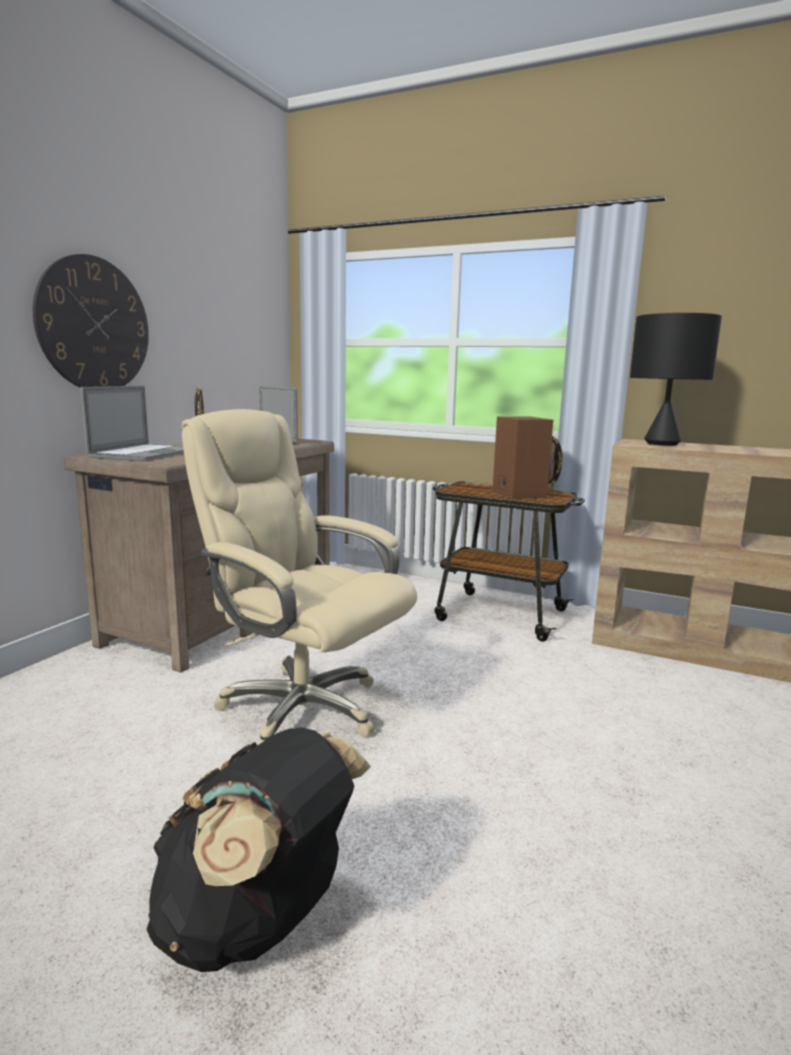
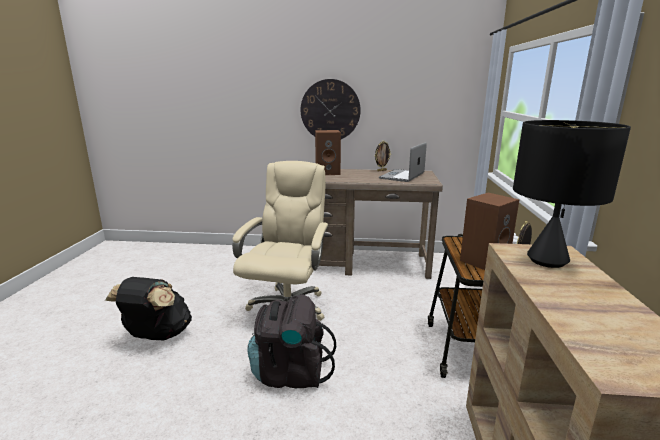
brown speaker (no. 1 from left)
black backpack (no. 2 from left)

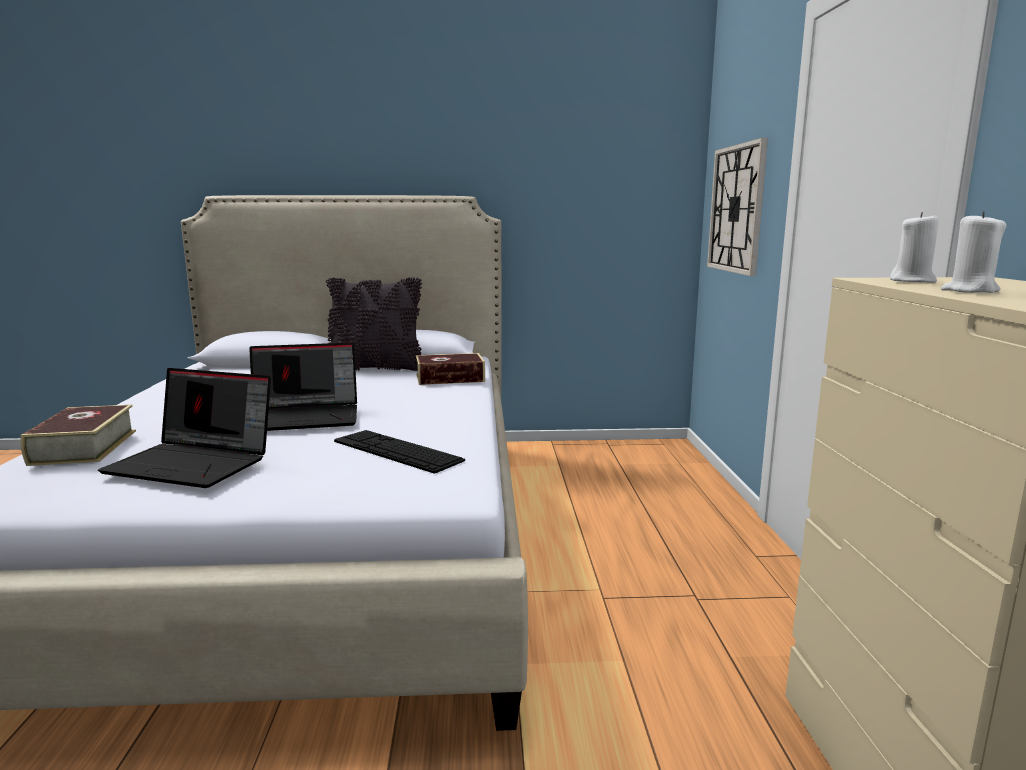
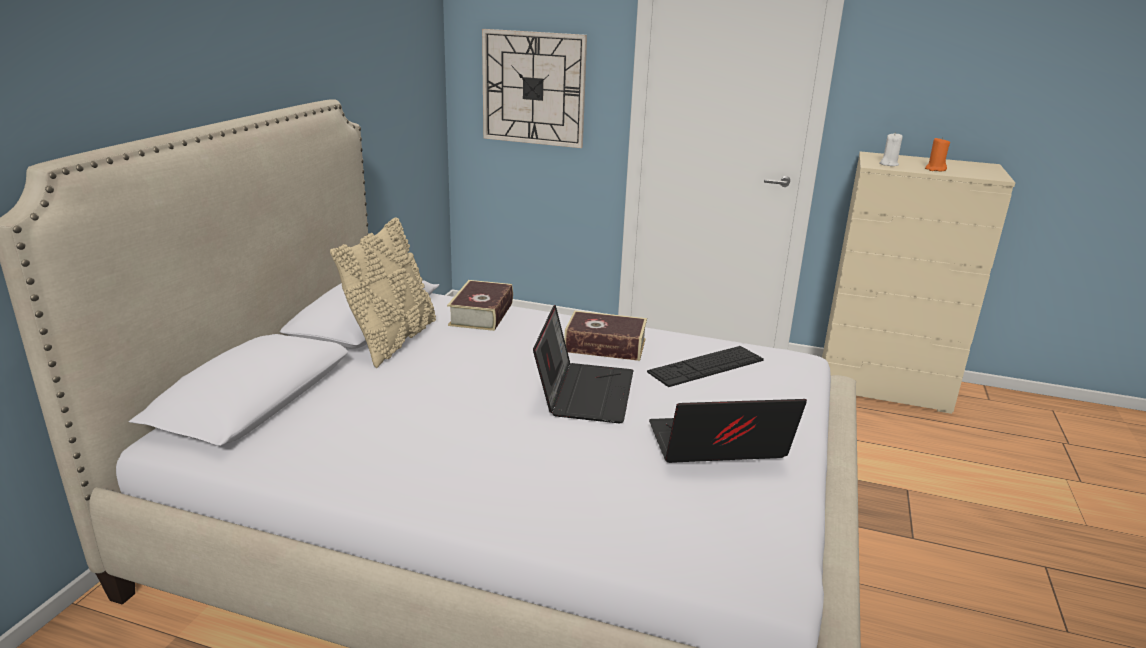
orange candle
beige pillow
laptop (no. 2 from left)
book (no. 2 from left)

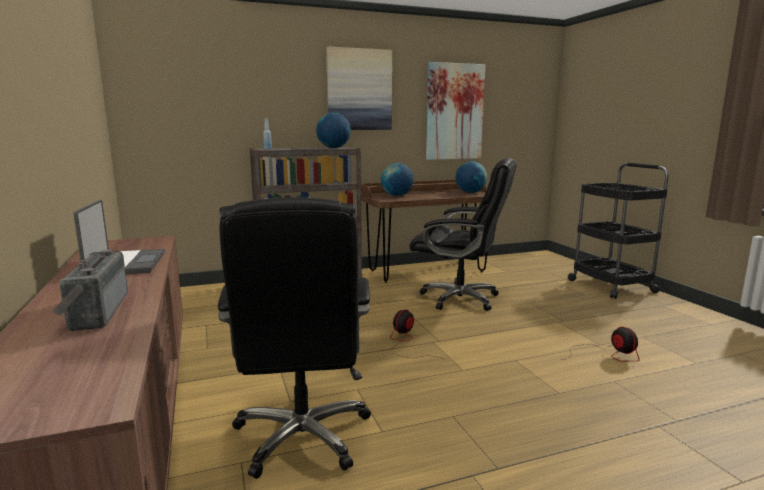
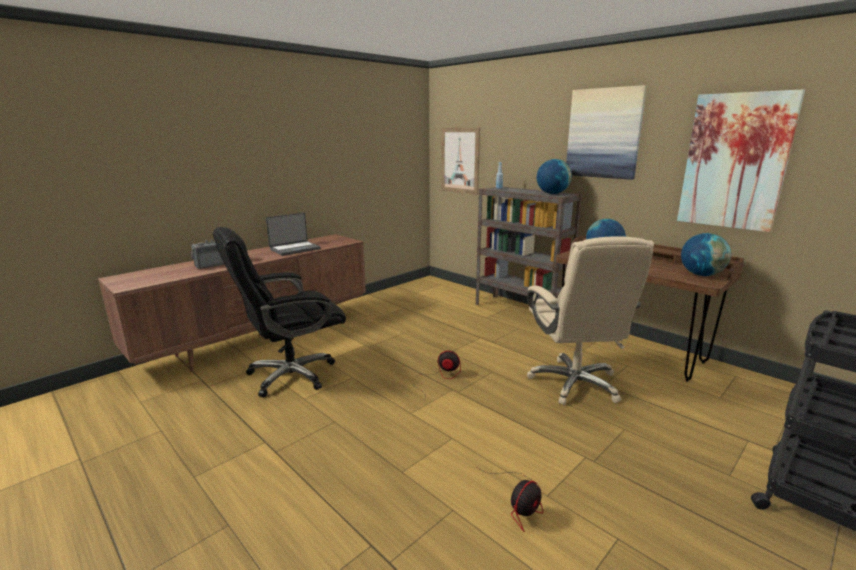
beige office chair
picture (no. 1 from left)

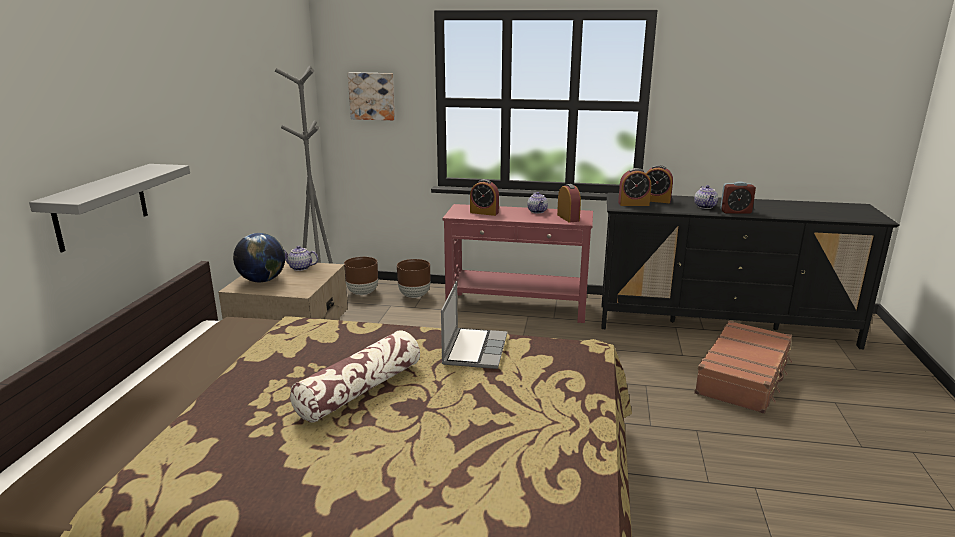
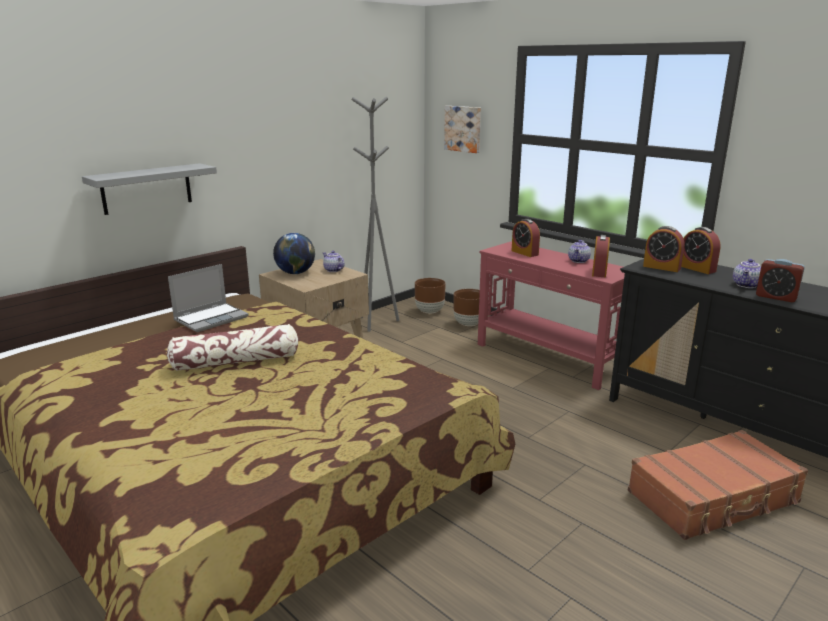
laptop

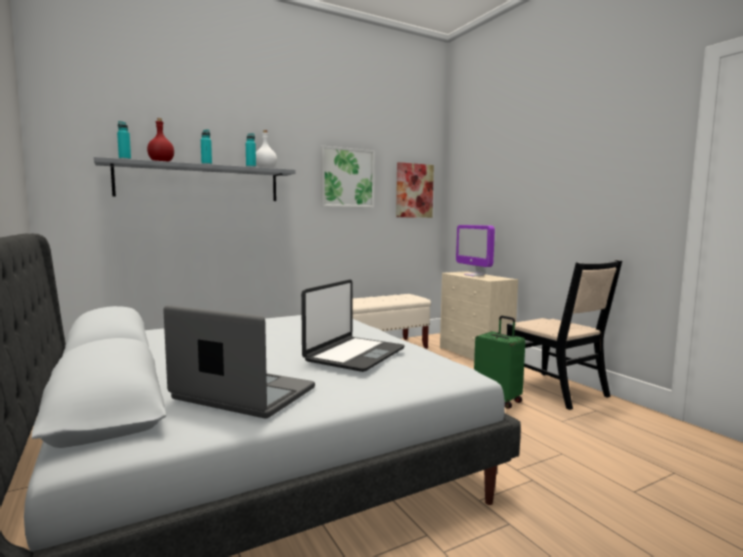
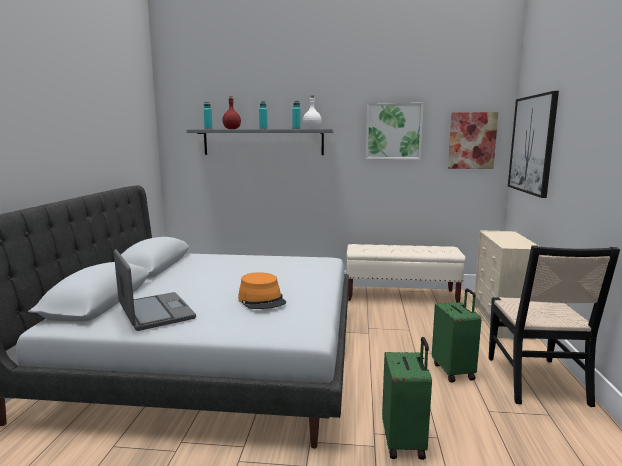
monitor
orange hat
picture (no. 3 from left)
green suitcase (no. 1 from left)

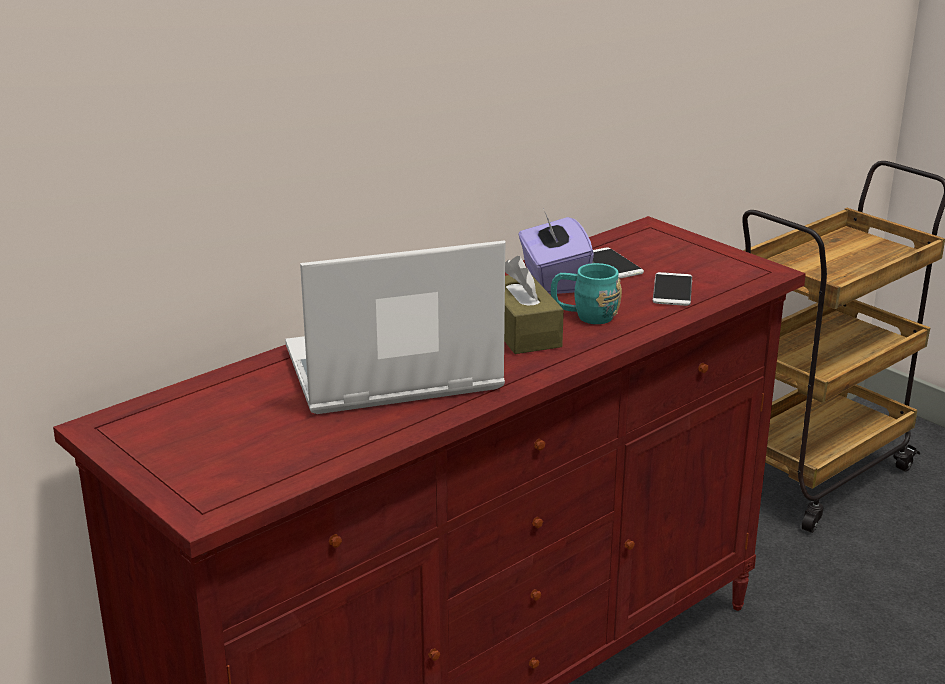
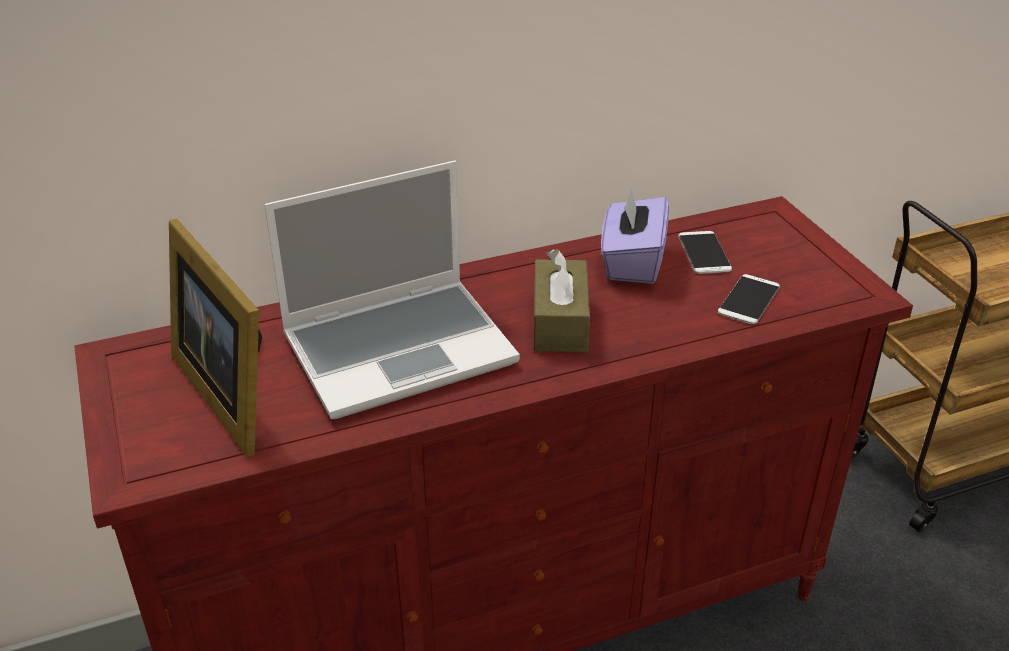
laptop
turquoise mug
picture frame

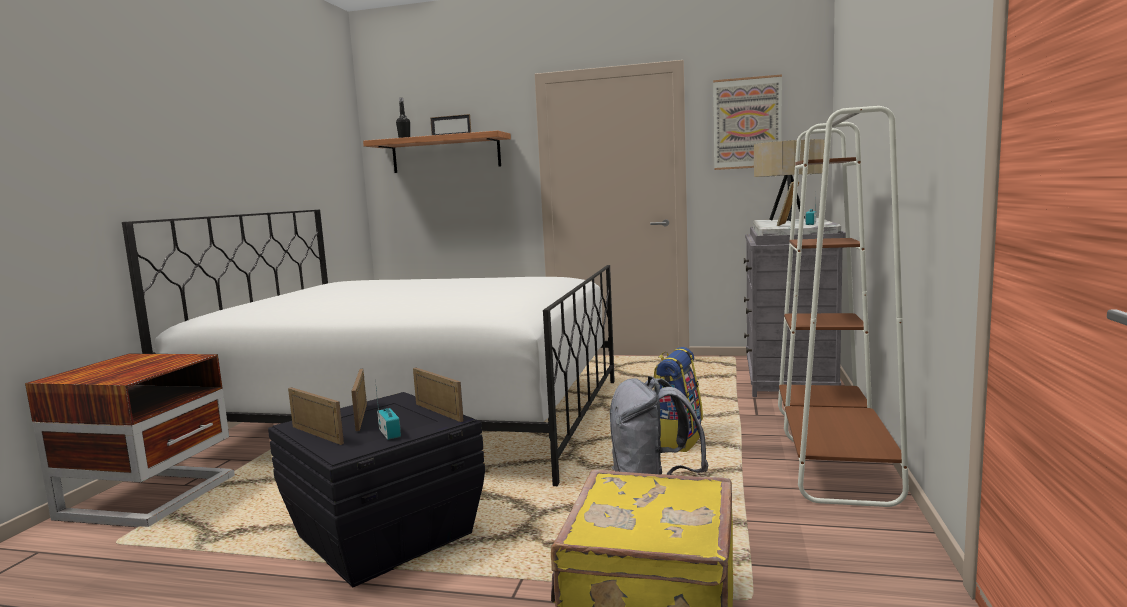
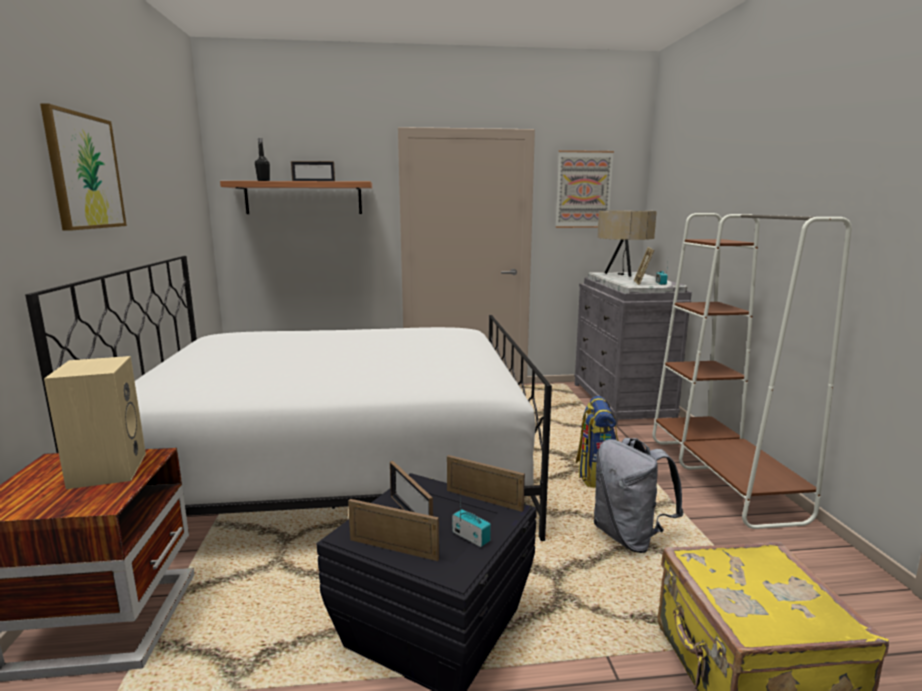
picture (no. 1 from left)
beige speaker

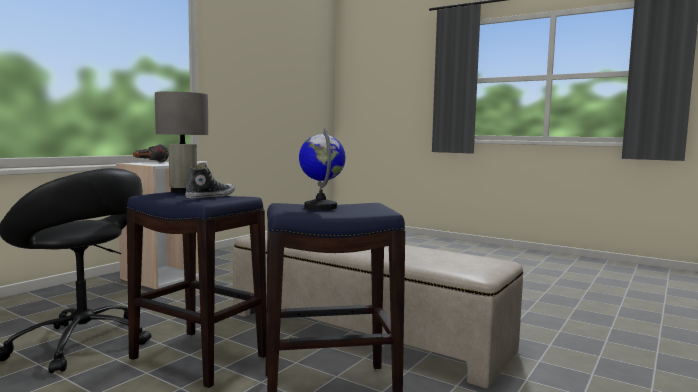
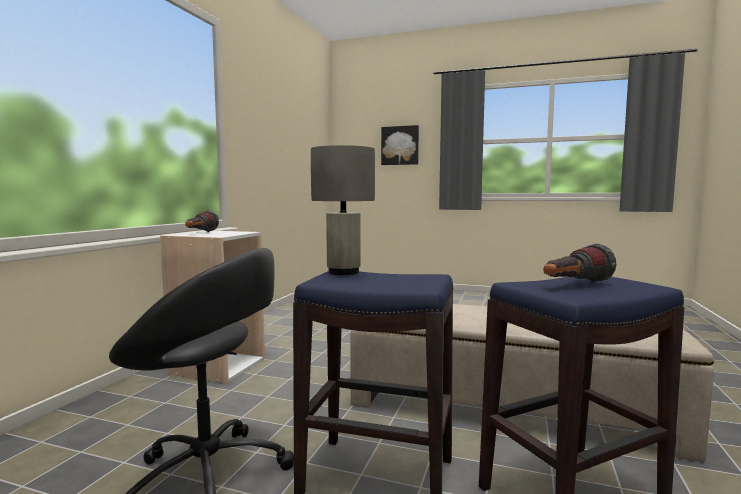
flashlight (no. 2 from left)
shoe
picture

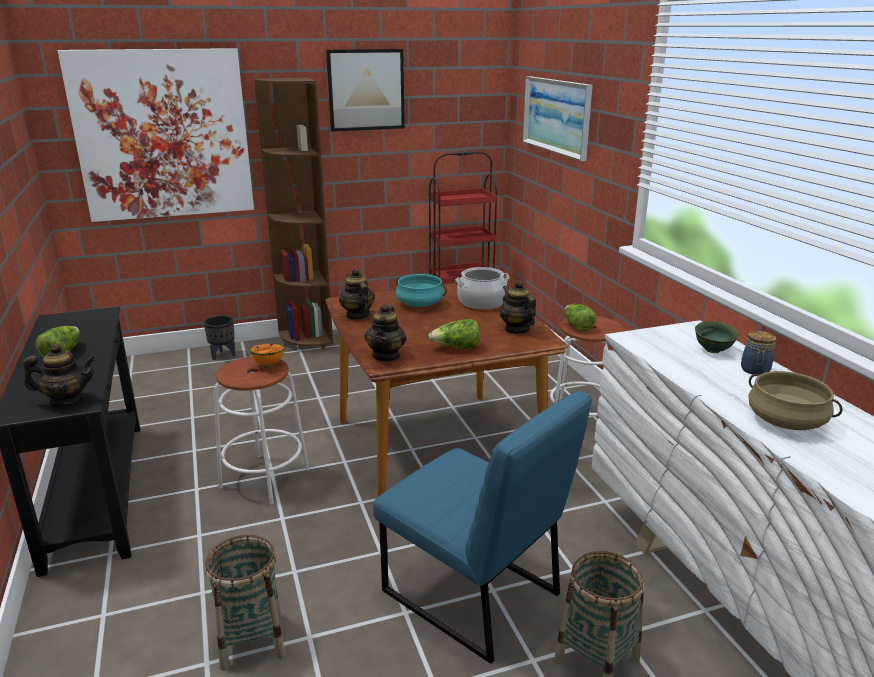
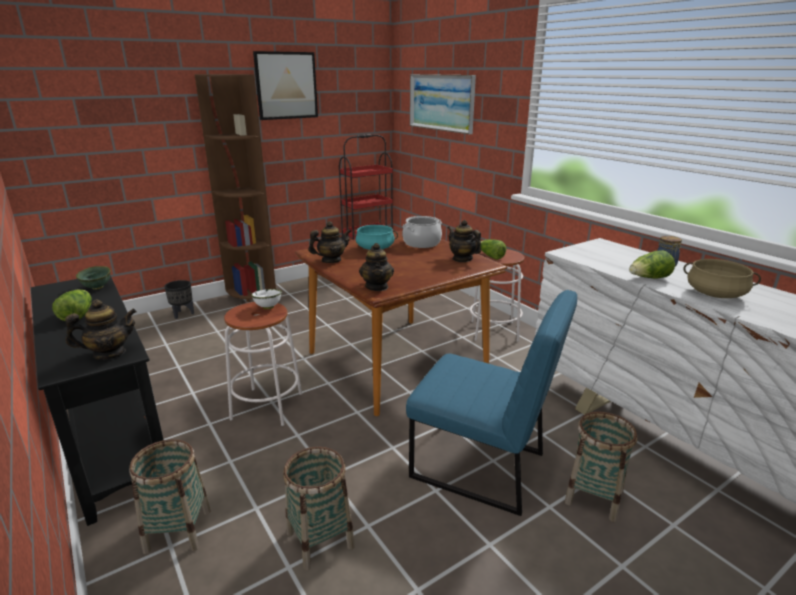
picture (no. 1 from left in the first image)
teapot (no. 2 from left)
lettuce (no. 3 from left)
green bowl
white bowl
basket (no. 1 from left)

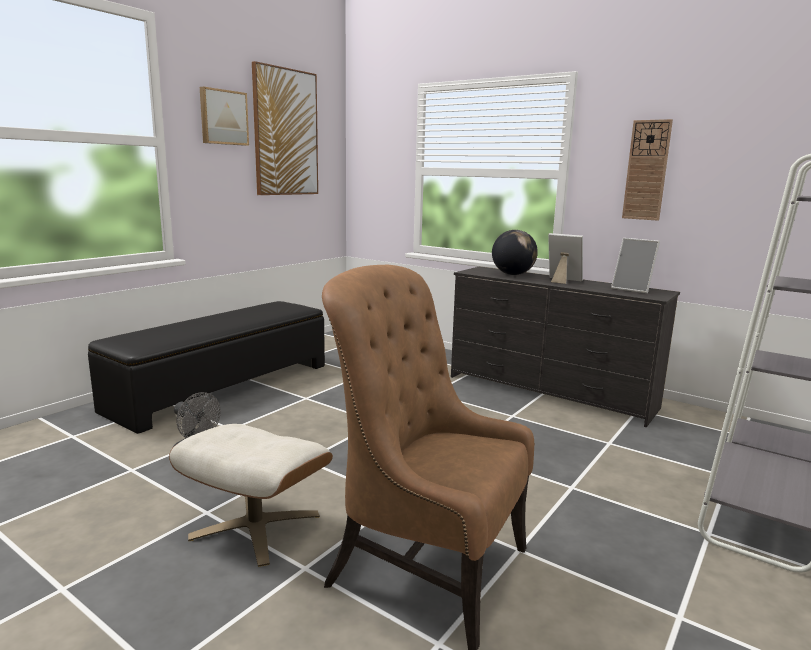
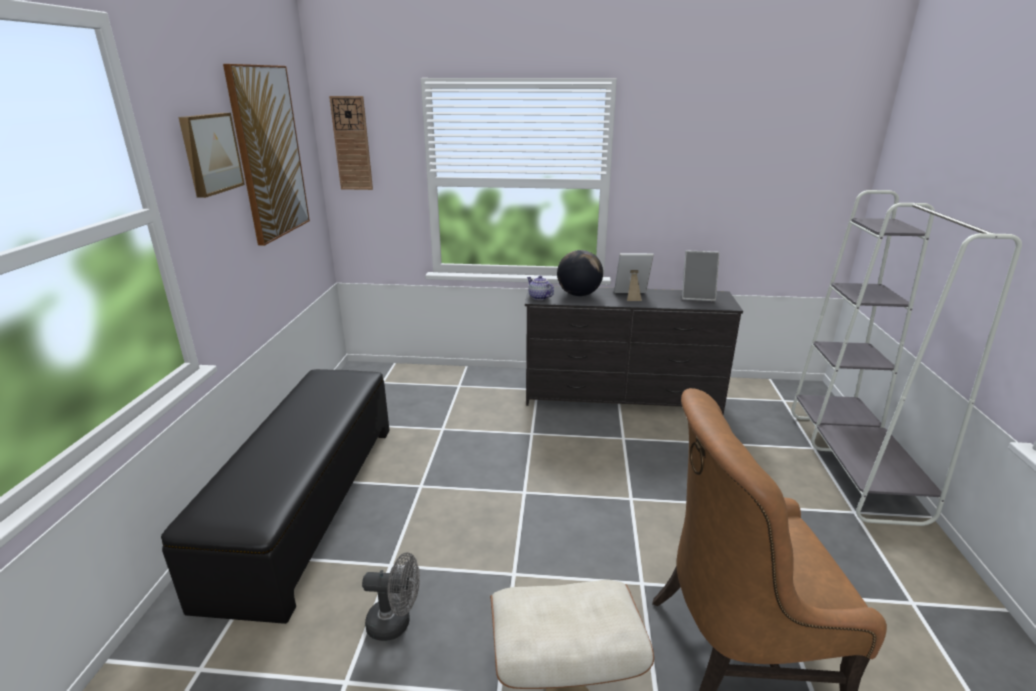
wall clock
teapot

